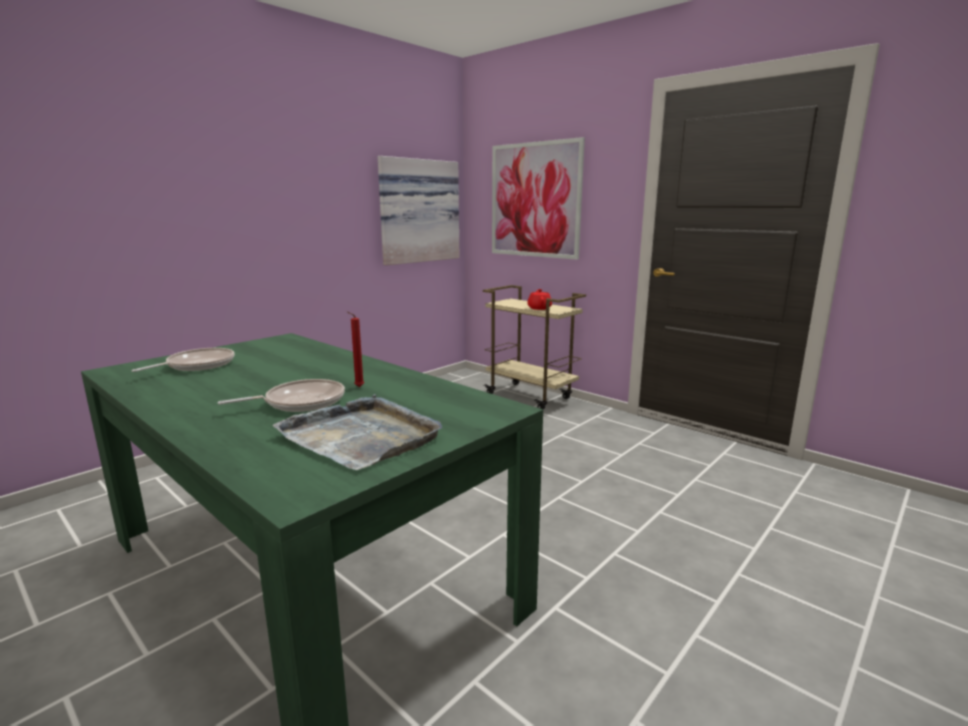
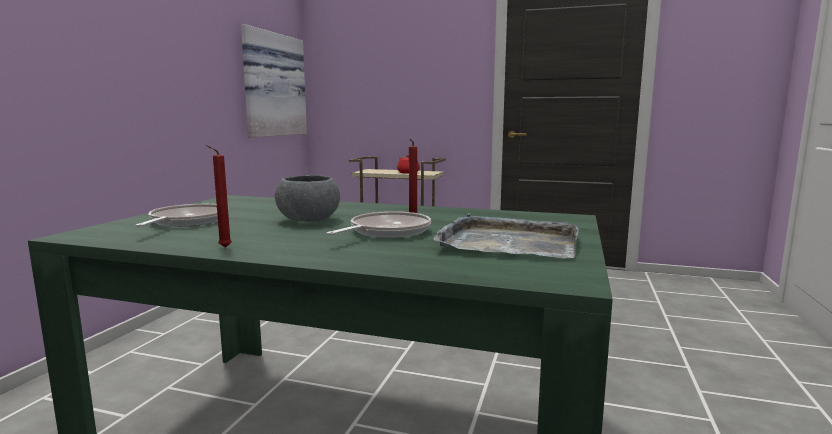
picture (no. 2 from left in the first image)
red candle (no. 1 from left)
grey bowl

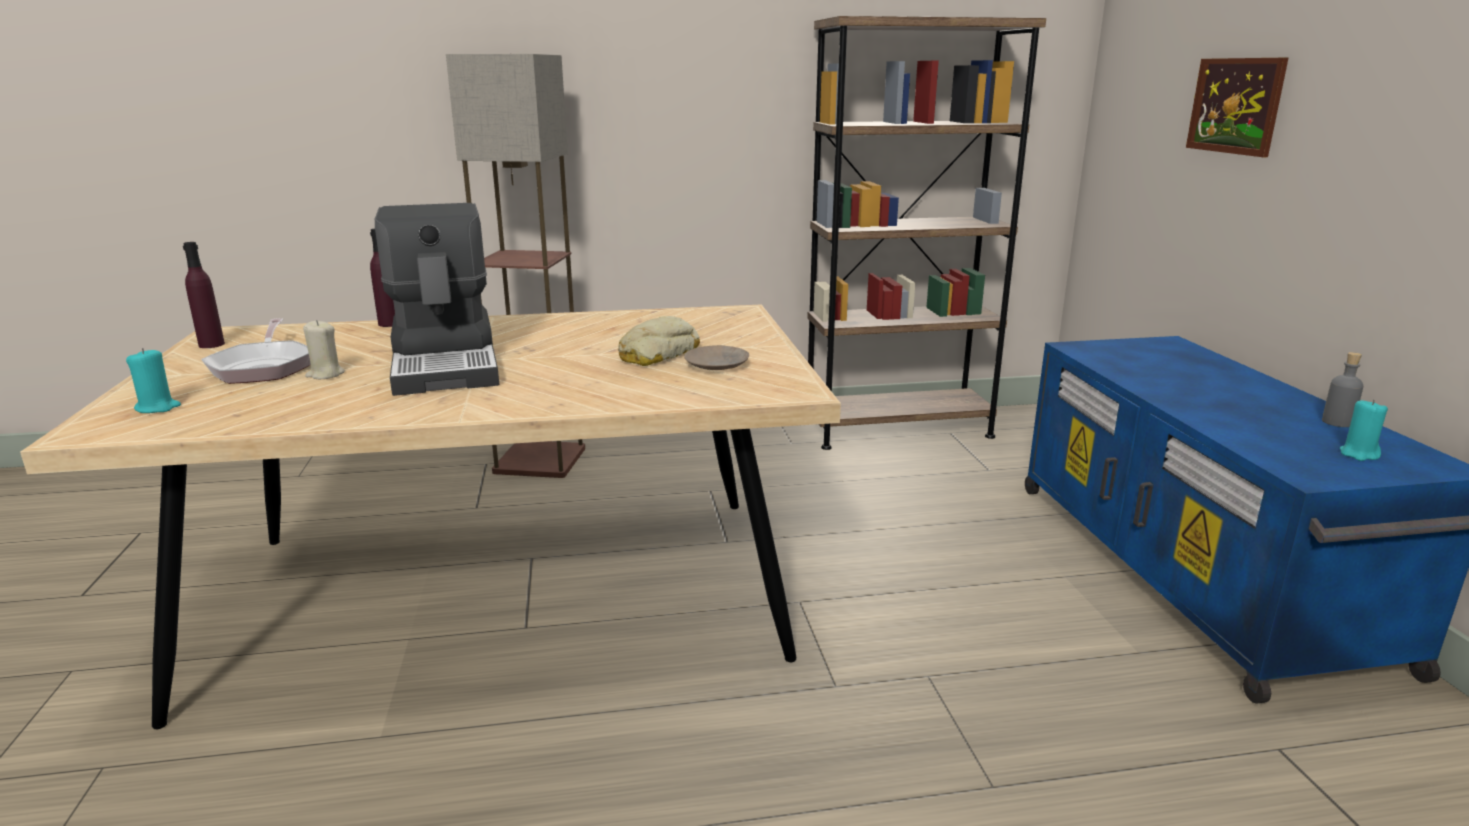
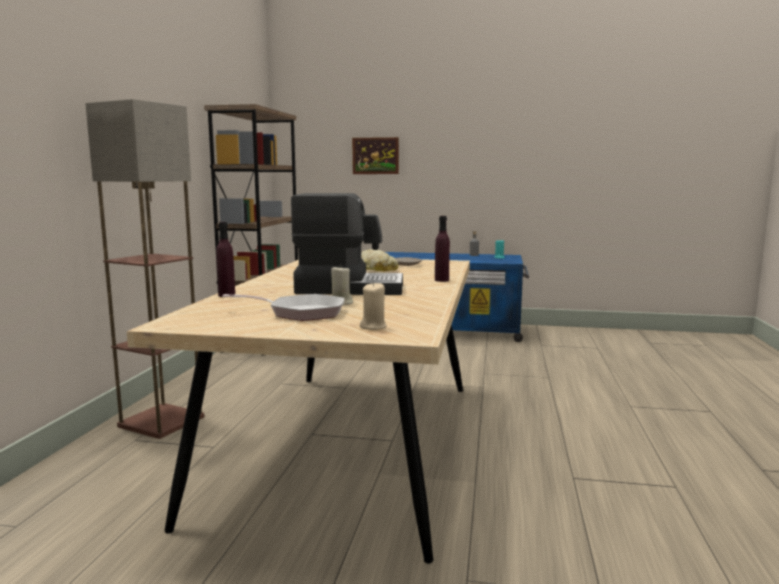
purple bottle (no. 2 from left)
beige candle (no. 2 from left)

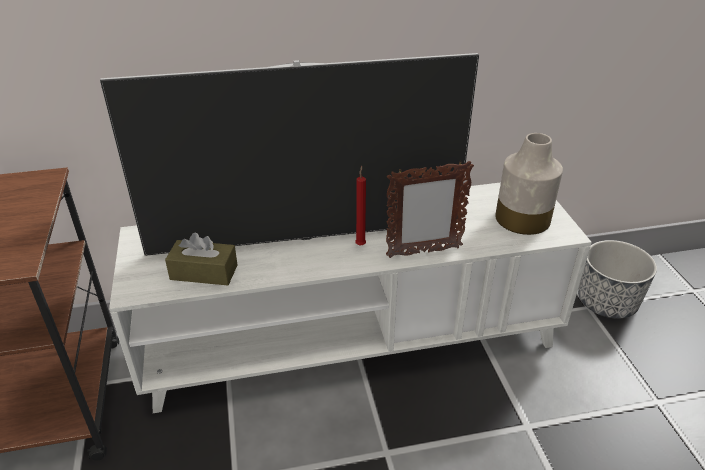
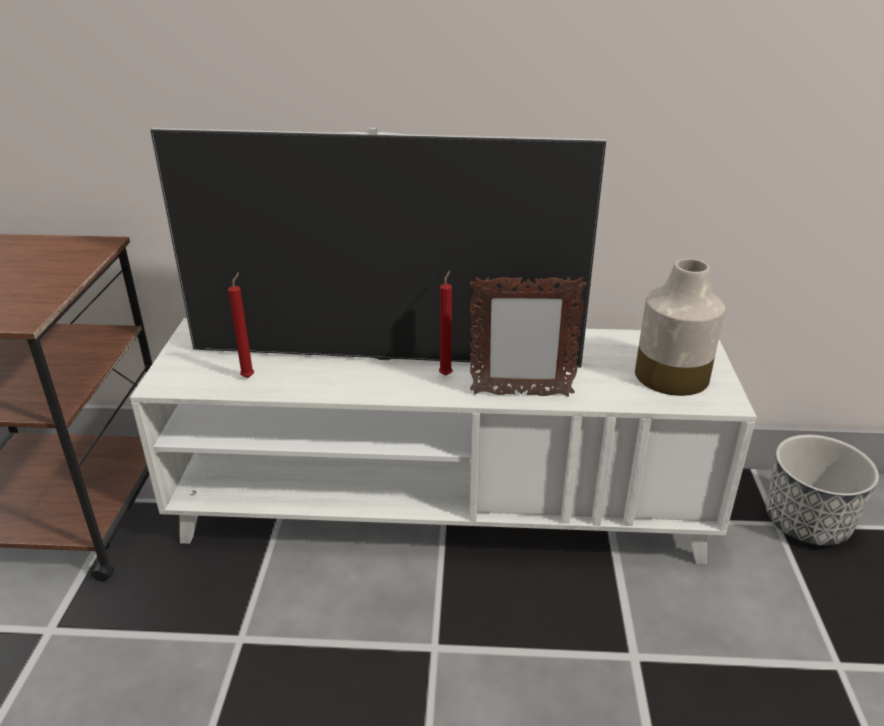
red candle (no. 1 from left)

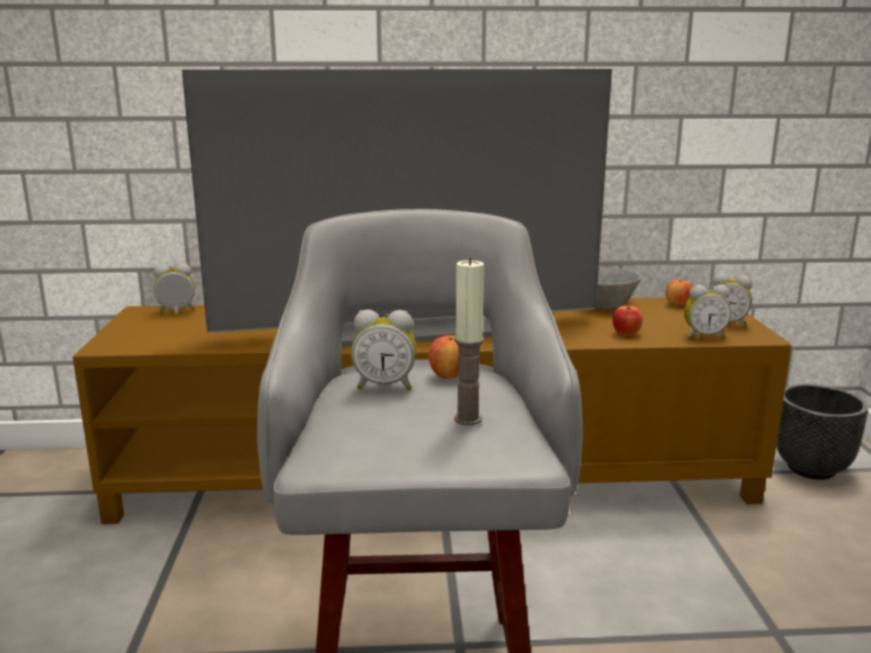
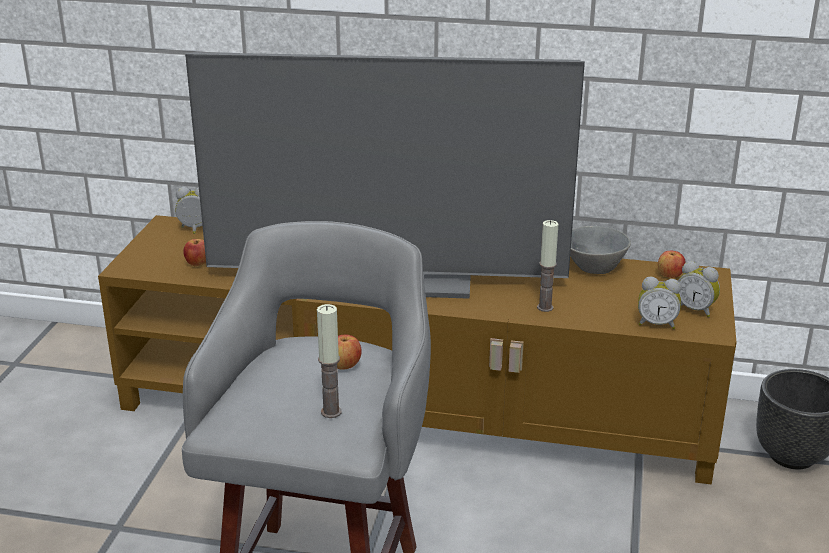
apple (no. 1 from left)
alarm clock (no. 2 from left in the first image)
candle (no. 2 from left)

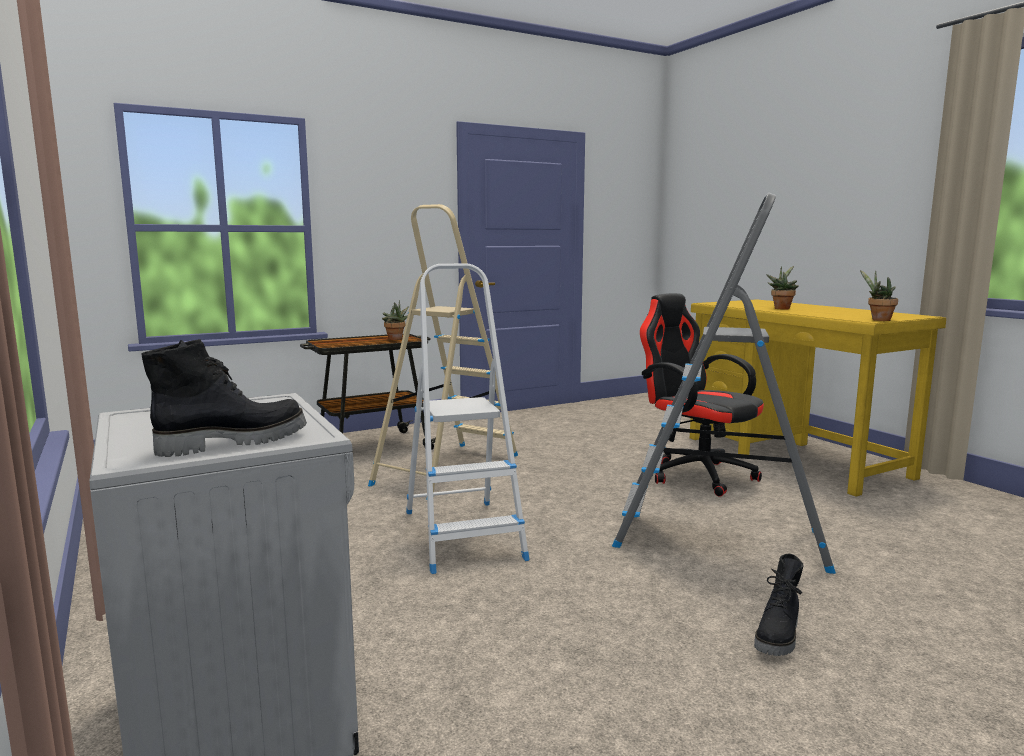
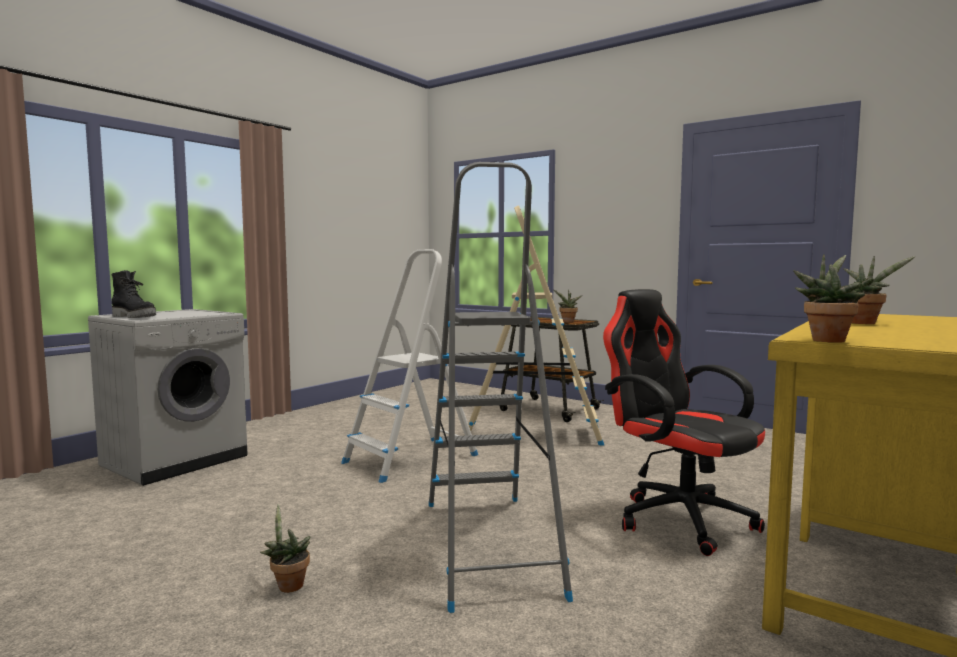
black office chair
potted plant (no. 1 from left)

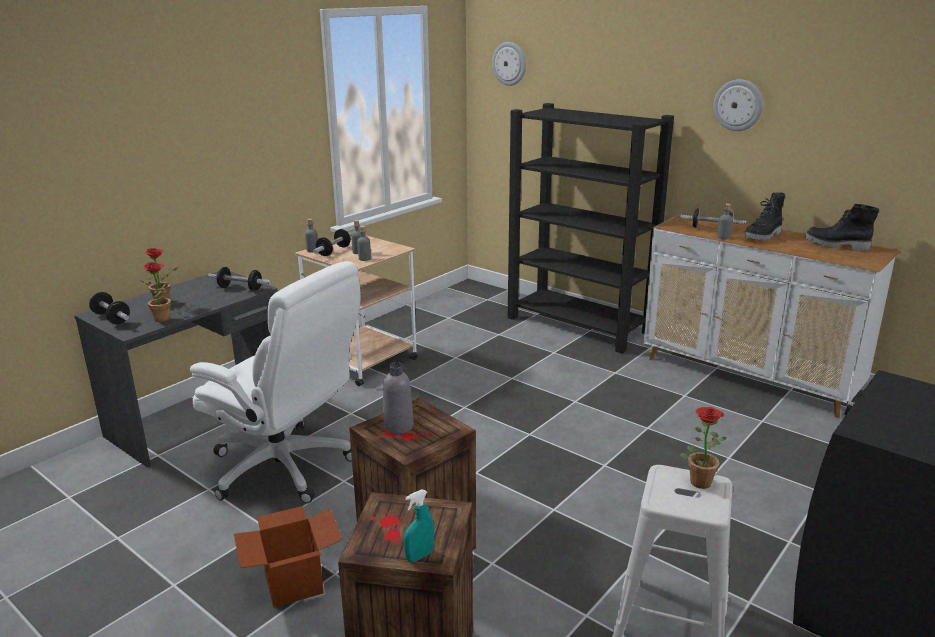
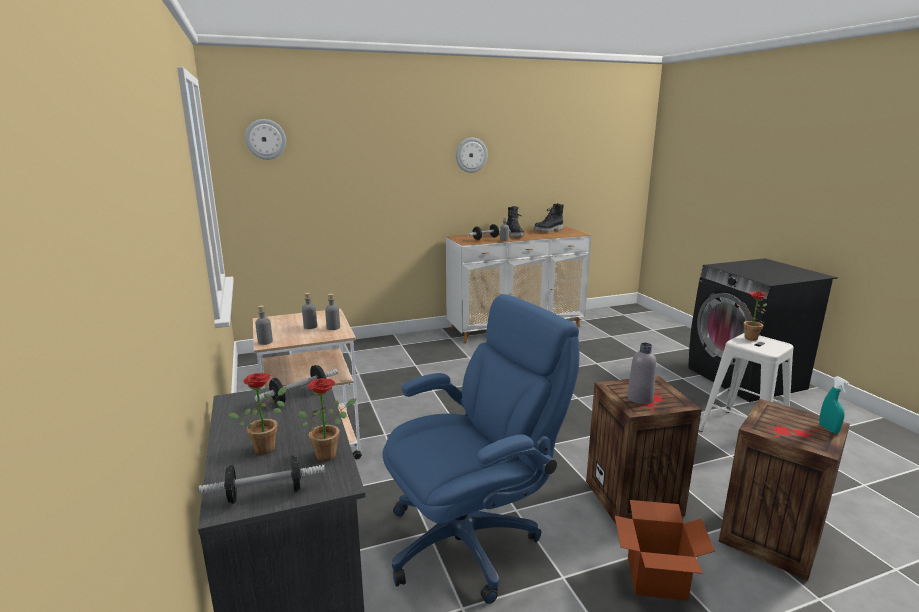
black bookcase
dumbbell (no. 3 from left in the first image)
blue office chair

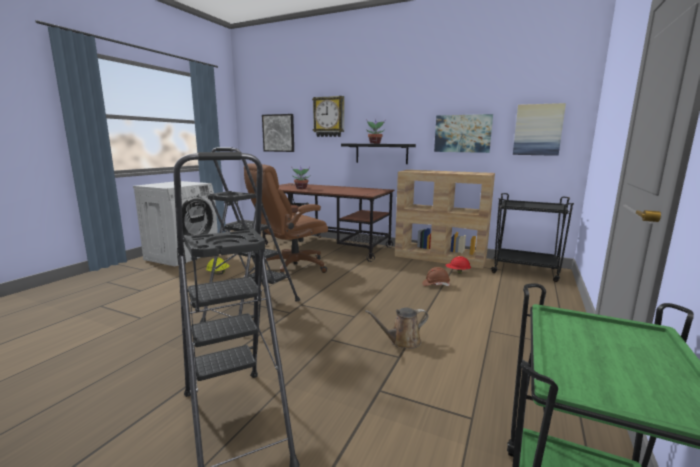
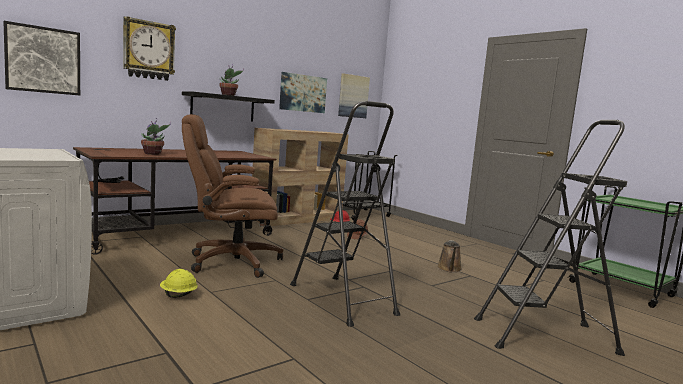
brown office chair

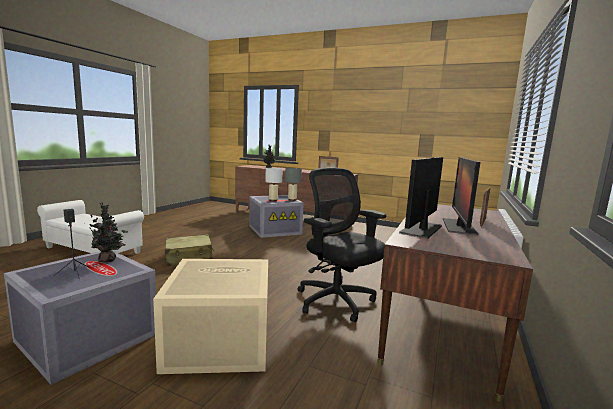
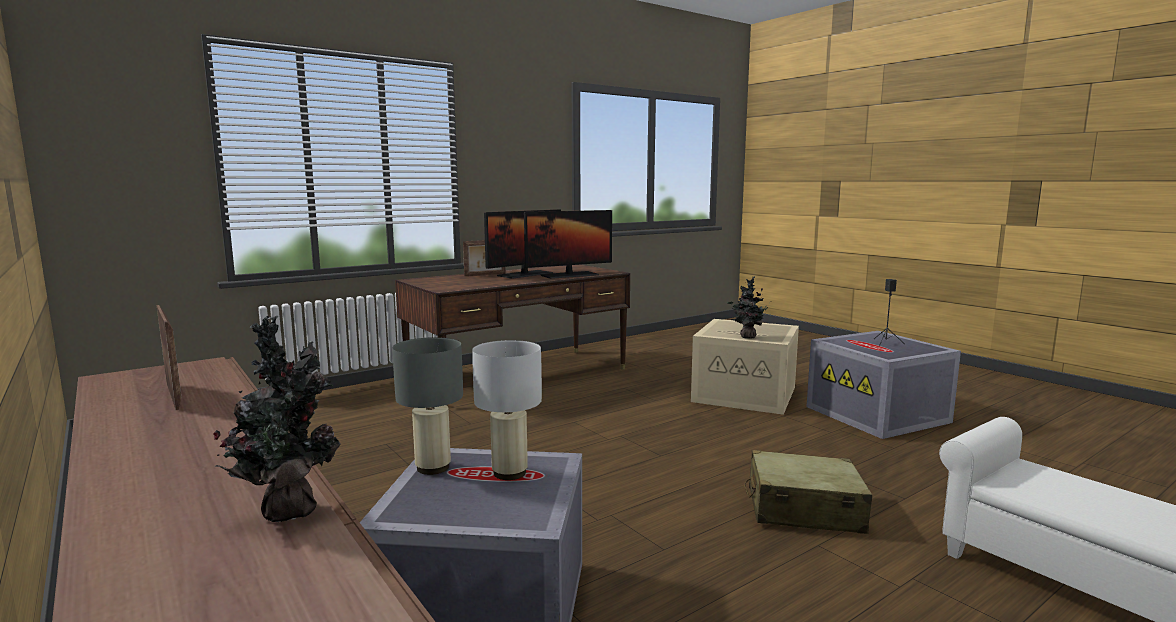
black office chair
potted plant (no. 2 from left)

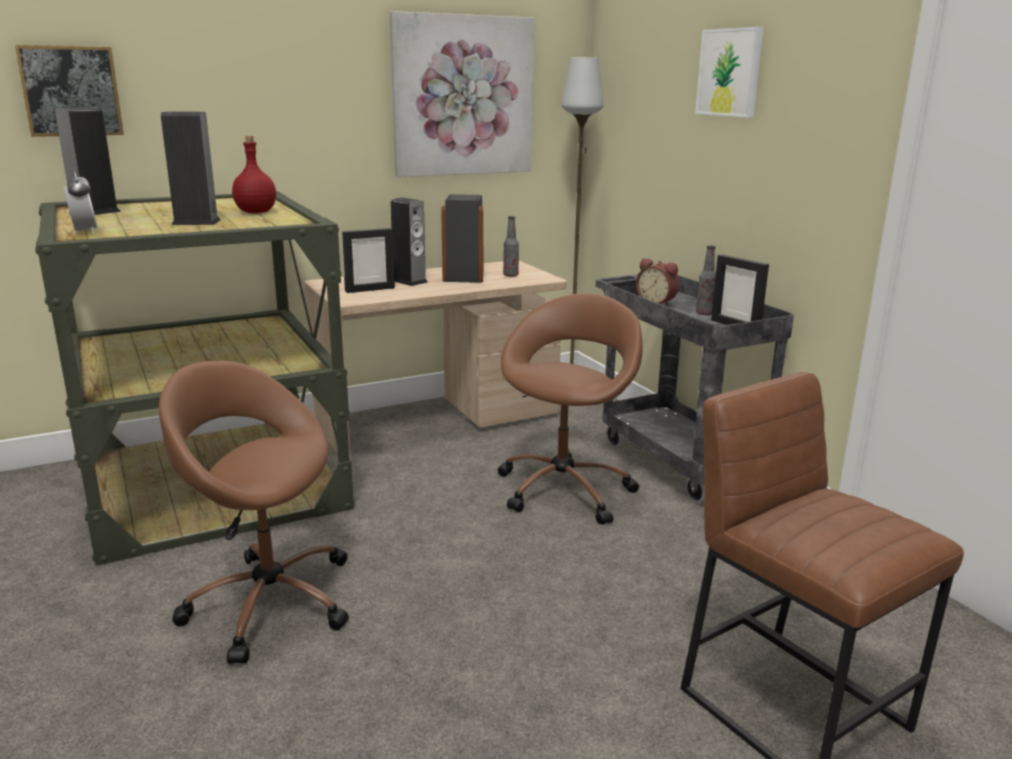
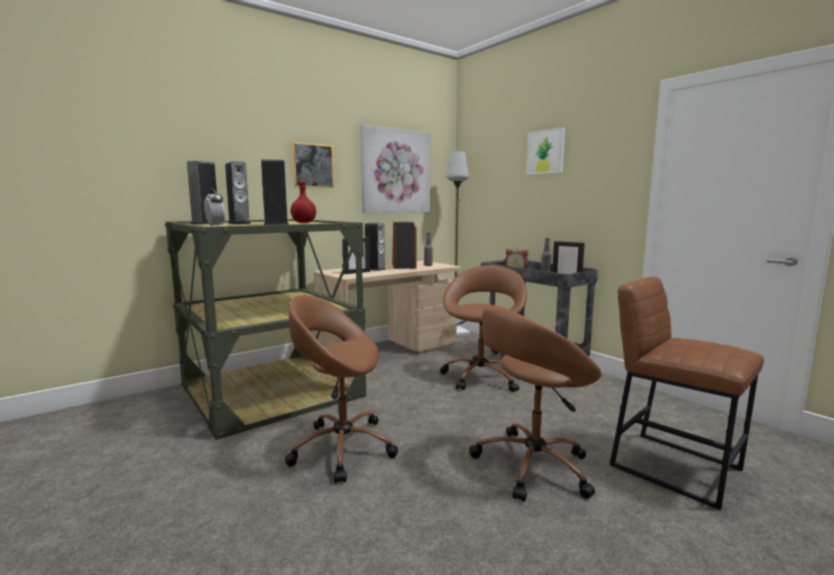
picture (no. 1 from left)
speaker (no. 2 from left)
brown office chair (no. 3 from left)

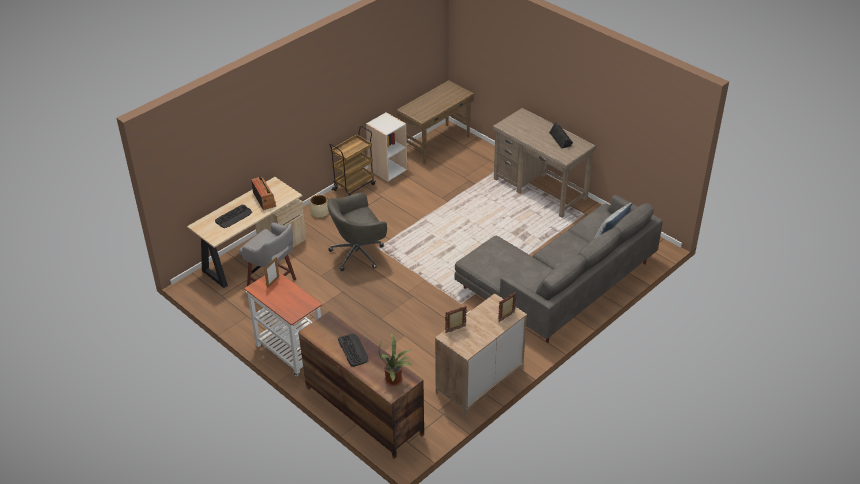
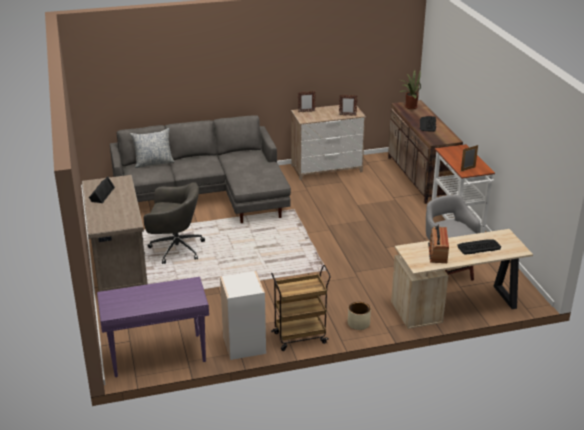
purple console table
grey office chair

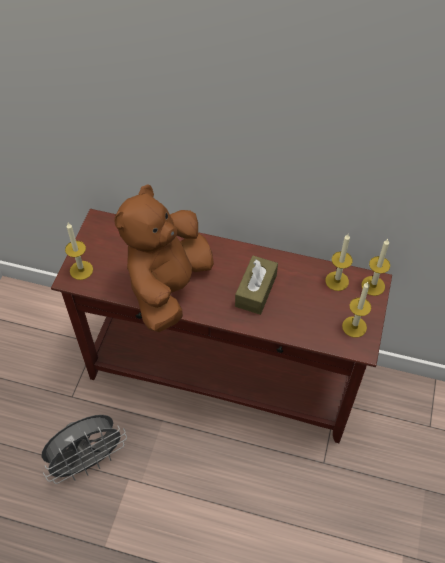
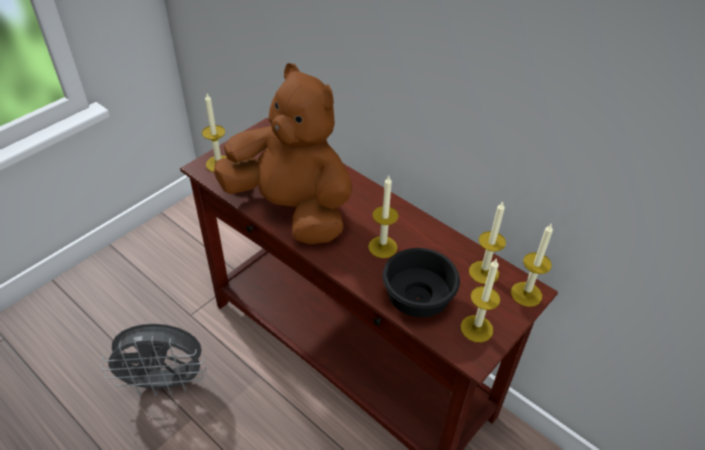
brown plush toy
candle (no. 2 from left)
black bowl

